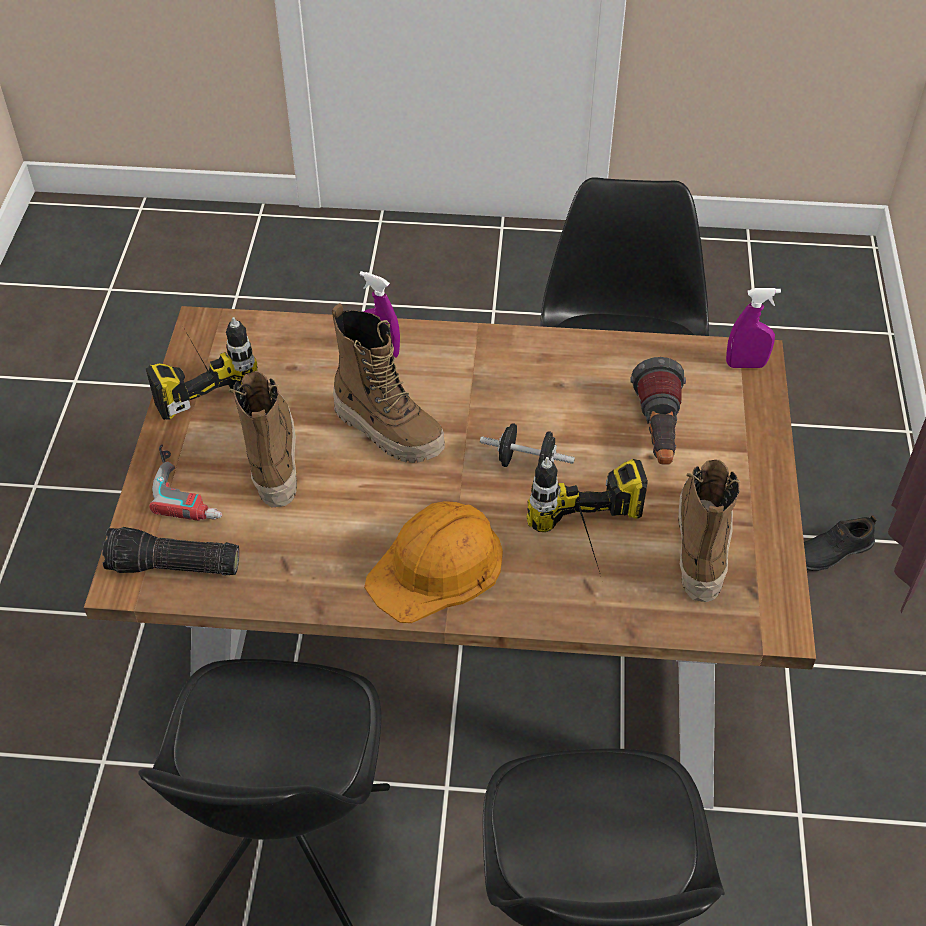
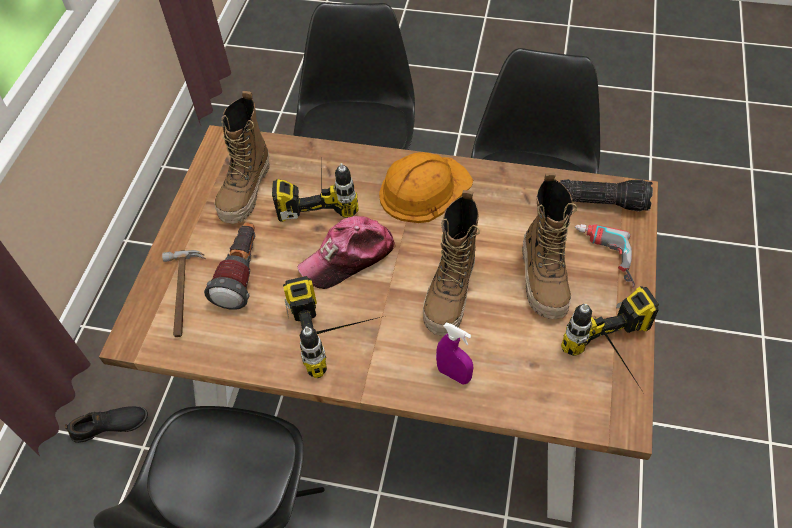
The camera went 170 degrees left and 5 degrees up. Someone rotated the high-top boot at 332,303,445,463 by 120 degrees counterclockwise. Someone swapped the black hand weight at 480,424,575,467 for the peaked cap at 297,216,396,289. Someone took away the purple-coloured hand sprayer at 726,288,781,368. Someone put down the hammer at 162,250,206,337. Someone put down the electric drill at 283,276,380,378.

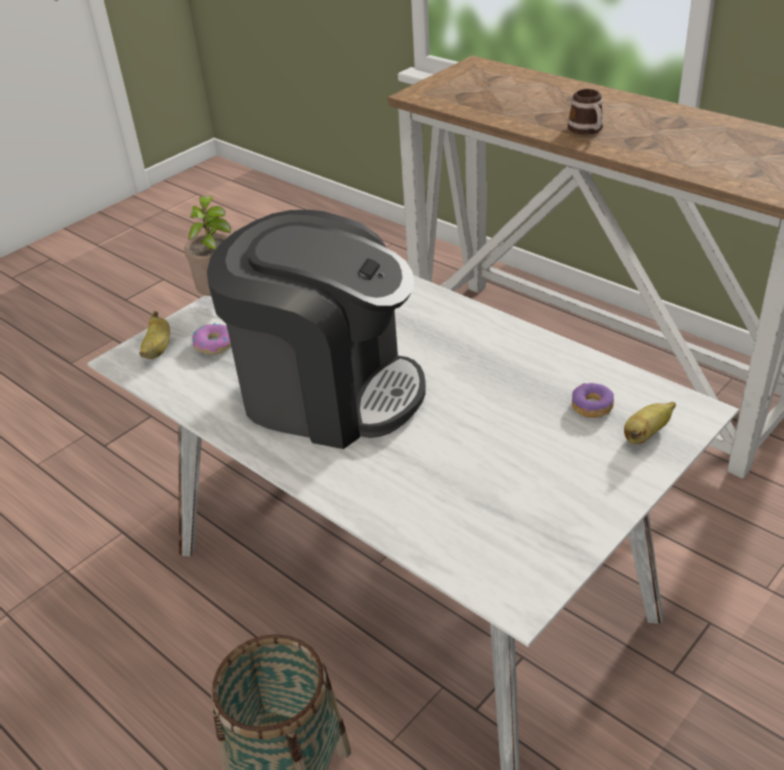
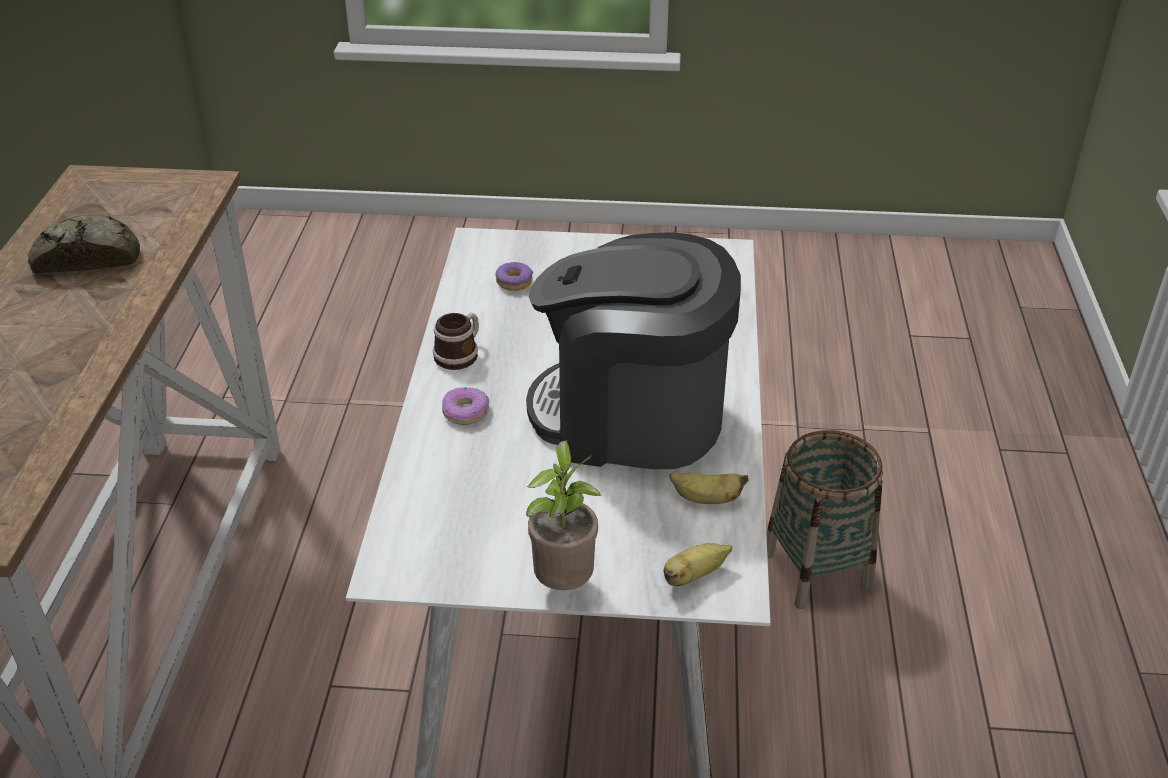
The camera went 130 degrees left and 0 degrees up. Someone carried the donut from 192,323,231,355 to 442,387,489,425. Someone rotated the coffee machine at 207,210,426,449 by 60 degrees counterclockwise. Someone carried the coffee mug from 567,89,604,135 to 433,313,479,370. Someone carried the banana from 624,402,676,444 to 669,473,749,504. Someone put down the baked bread at 28,214,140,274.

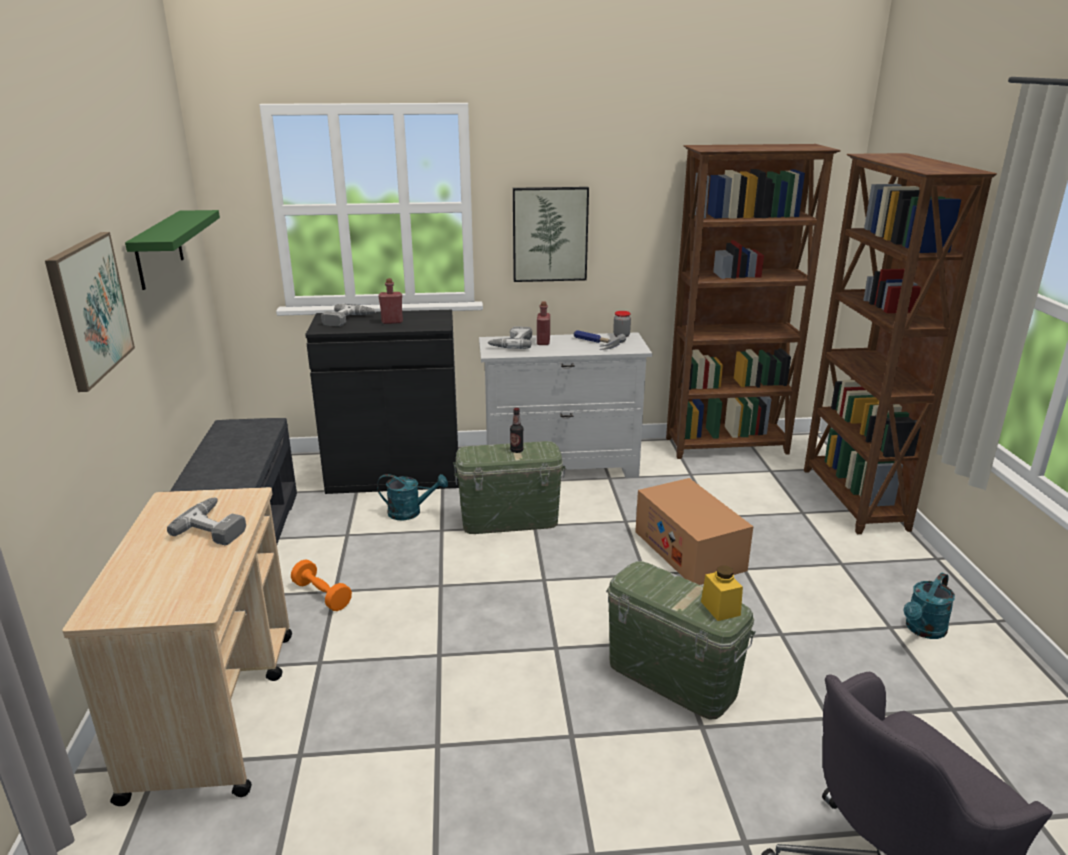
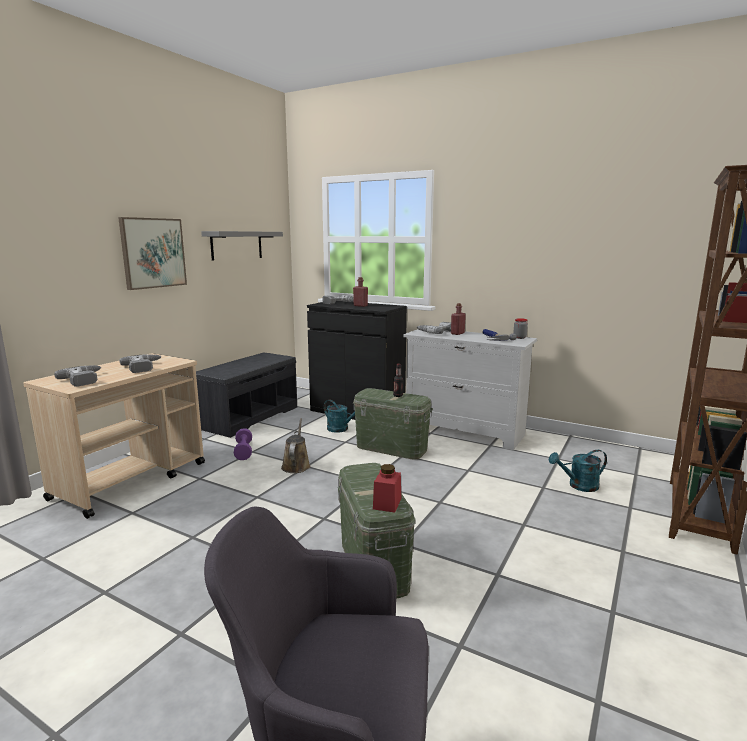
The camera went 35 degrees right and 10 degrees down. Someone repainted the greenish shelf at 125,210,220,290, which became the gray shelf at 201,231,283,261. Someone repainted the orangey hand weight at 291,559,352,611, which became the purple-coloured hand weight at 234,428,252,460. Someone took away the picture at 513,187,589,282. Someone took away the carton at 635,478,753,585. Someone took away the brownish bookshelf at 666,144,841,459. Someone repainted the yellowish preserve jar at 701,565,743,621, which became the red-coloured preserve jar at 373,464,401,513. Someone carried the turquoise-coloured sprinkling can from 904,573,955,639 to 549,450,607,492. Someone put down the electric drill at 54,365,101,387. Someone put down the brownish sprinkling can at 281,418,311,473.

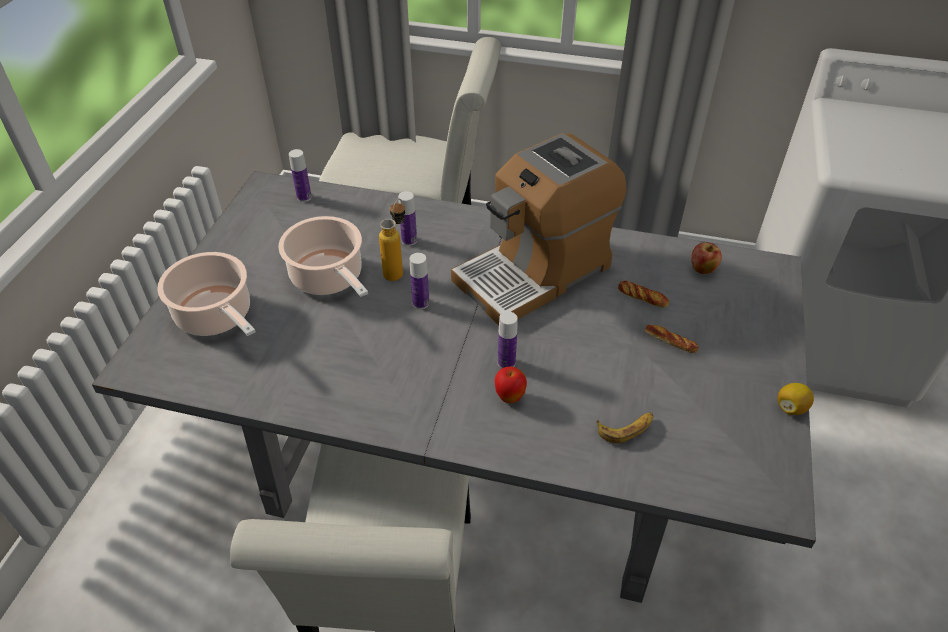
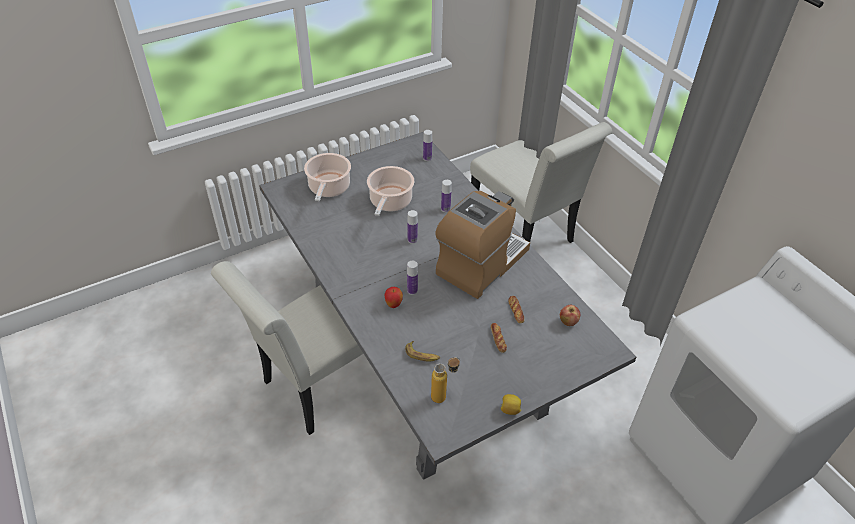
The camera went 45 degrees right and 0 degrees up. Someone carried the drink bottle from 379,199,405,281 to 431,357,460,403. Someone rotated the coffee machine at 451,133,626,325 by 120 degrees clockwise.

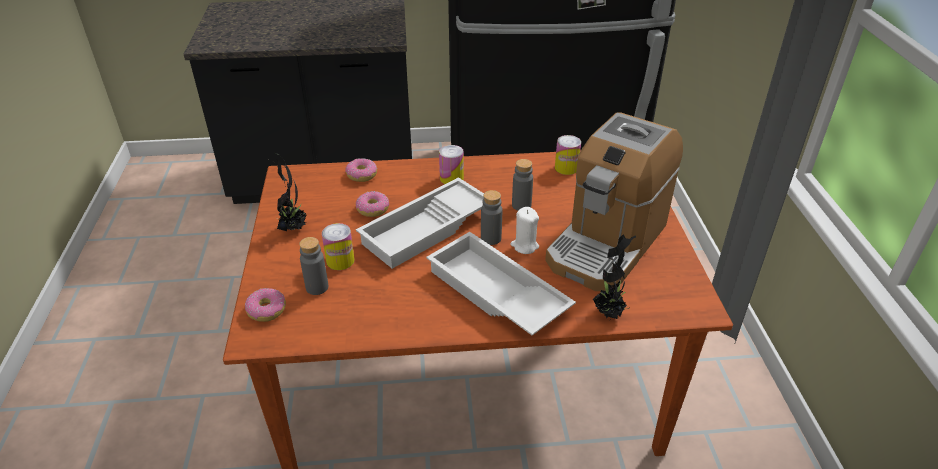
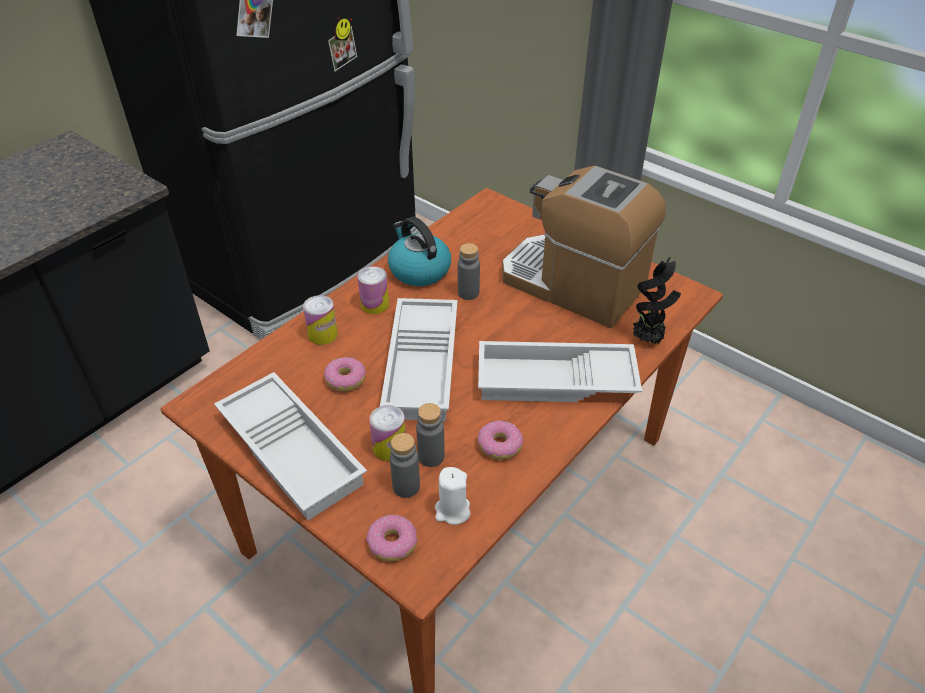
The camera went 45 degrees left and 5 degrees up. Someone swapped the potted plant at 274,152,307,231 for the whitish serving tray at 214,372,367,520. Someone carried the donut from 345,158,377,182 to 477,421,524,460. Someone carried the gray drink bottle from 481,190,502,245 to 416,403,445,467. Someone carried the whitish wax candle from 510,207,539,254 to 435,467,470,525. Someone rotated the coffee machine at 545,112,683,291 by 135 degrees clockwise. Someone carried the metal can from 555,135,581,175 to 303,295,338,345. Someone put down the tea kettle at 388,217,451,286.

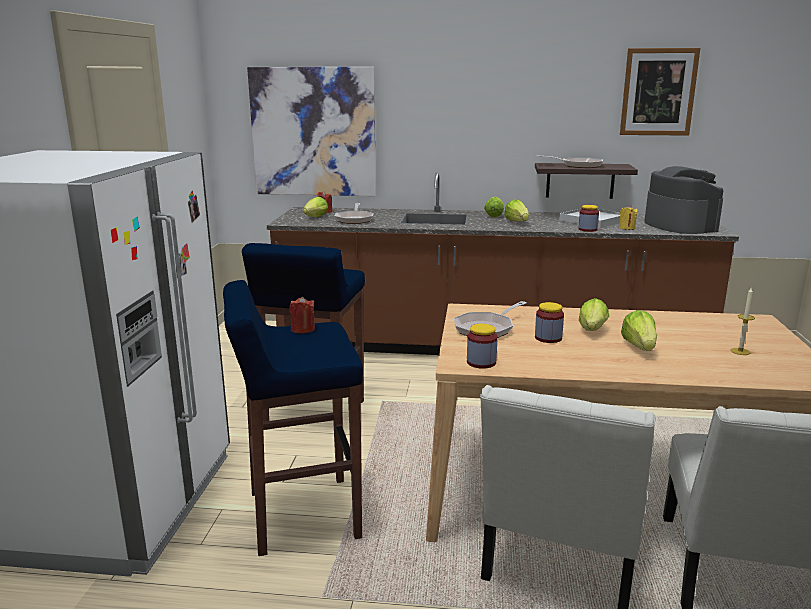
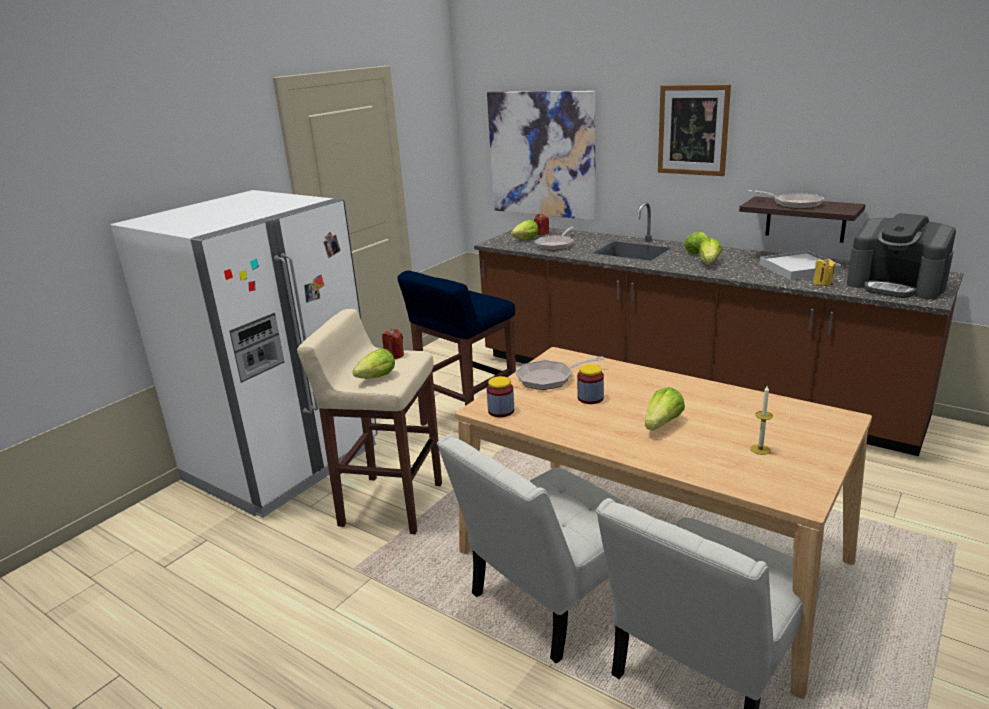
The camera went 30 degrees right and 5 degrees up. Someone repainted the blue sitting stool at 223,280,363,556, which became the sand-coloured sitting stool at 297,309,442,534. Someone took away the preserve jar at 578,205,599,232. Someone carried the head of lettuce from 579,298,609,331 to 352,349,395,379. Someone carried the picture from 620,48,700,136 to 658,84,731,176. Someone rotated the coffee machine at 644,166,723,234 by 120 degrees clockwise.

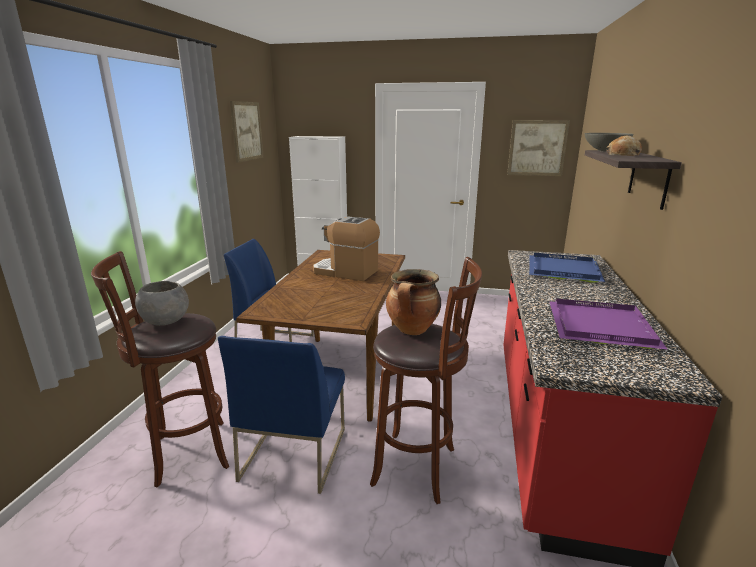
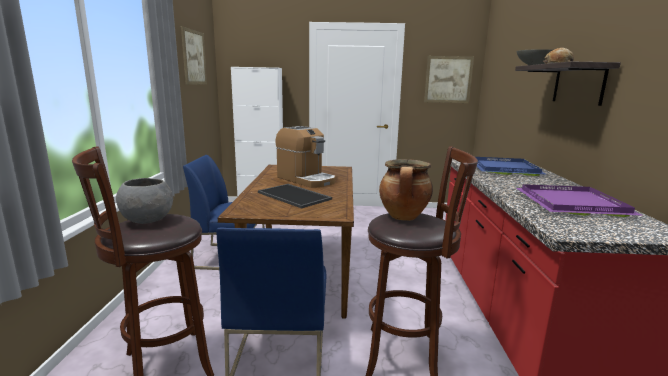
The camera went 10 degrees left and 5 degrees down. Someone rotated the coffee machine at 313,216,380,281 by 150 degrees counterclockwise. Someone put down the serving tray at 258,184,332,209.

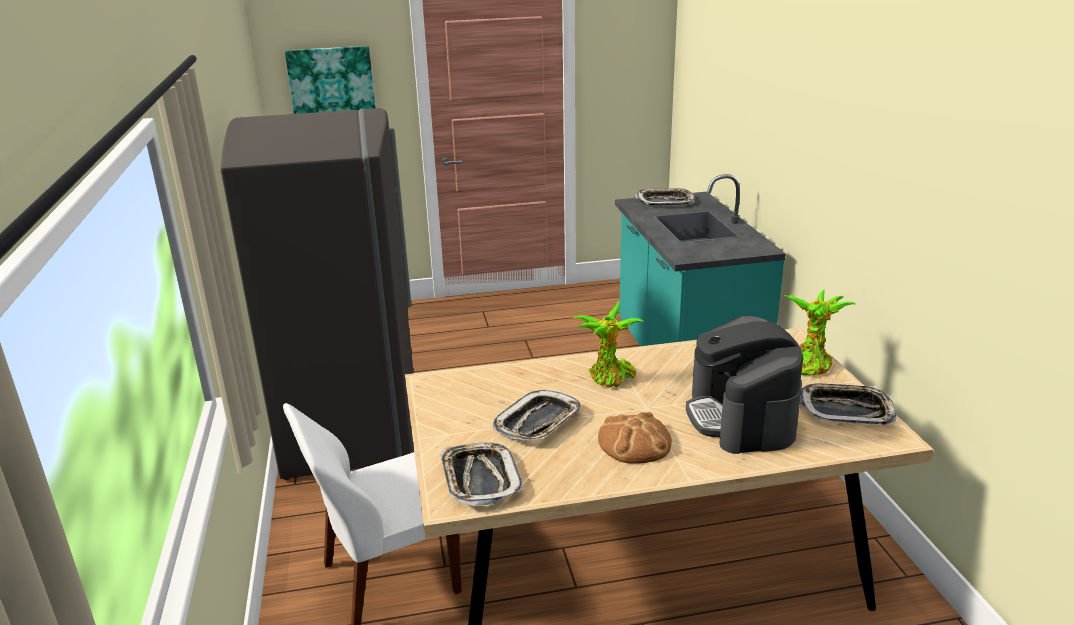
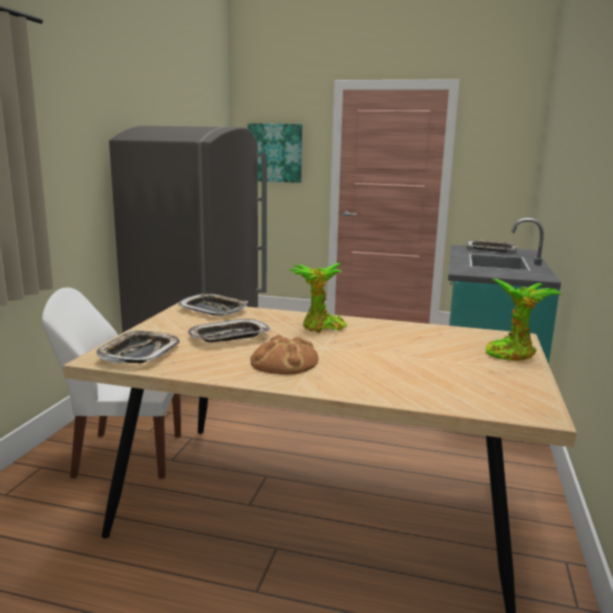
The camera went 25 degrees right and 10 degrees down. Someone took away the coffee machine at 686,316,803,454. Someone carried the serving tray from 800,383,896,425 to 178,293,248,316.

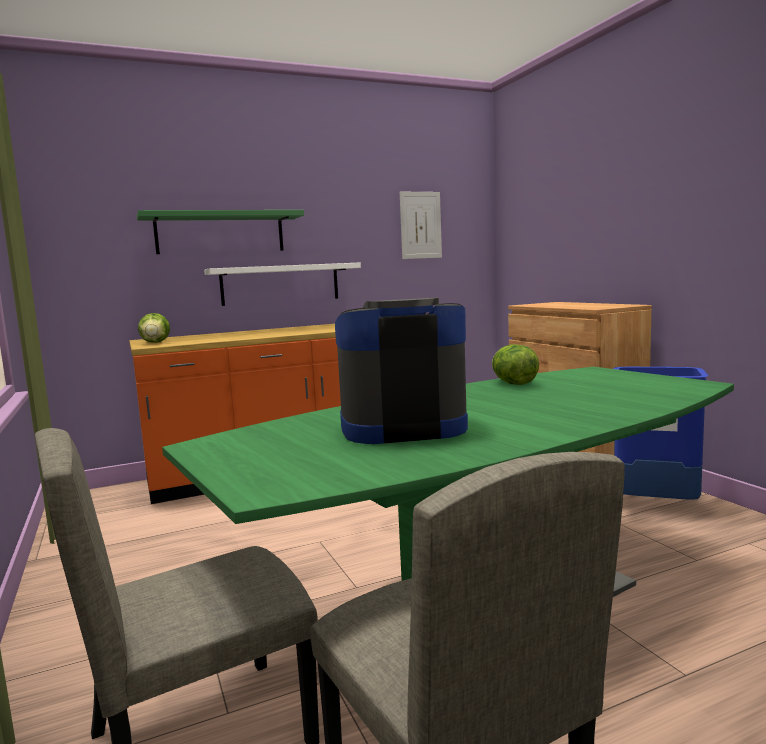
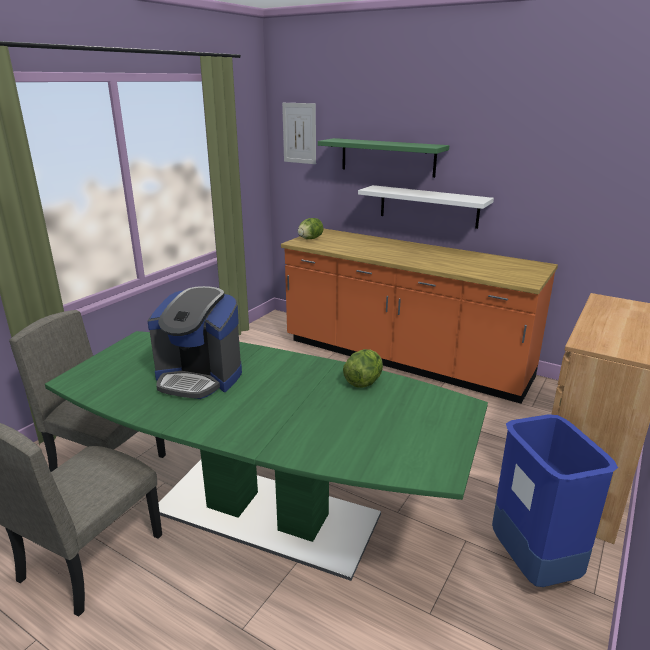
The camera went 55 degrees right and 15 degrees up. Someone rotated the coffee machine at 335,297,468,444 by 150 degrees clockwise. Someone carried the picture from 400,192,442,259 to 282,103,316,164.

